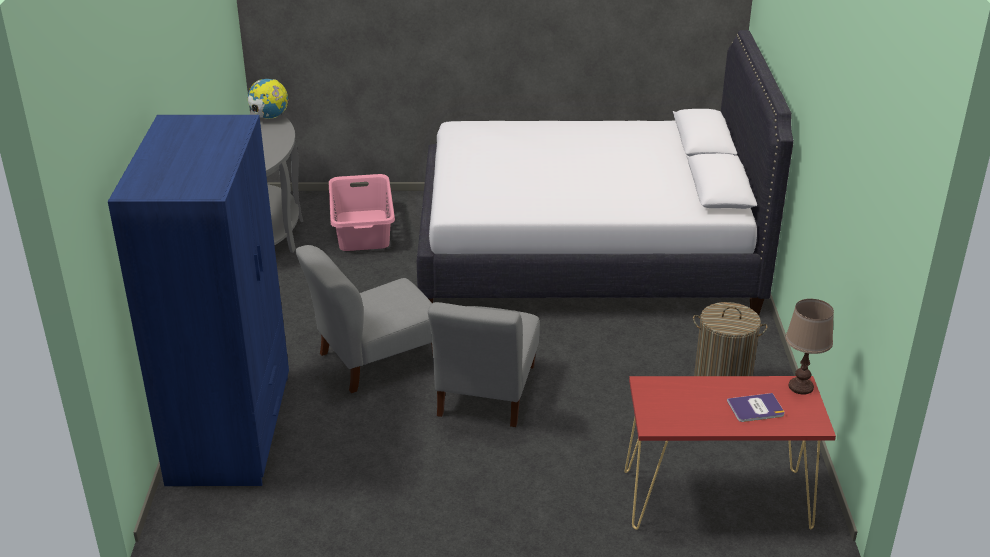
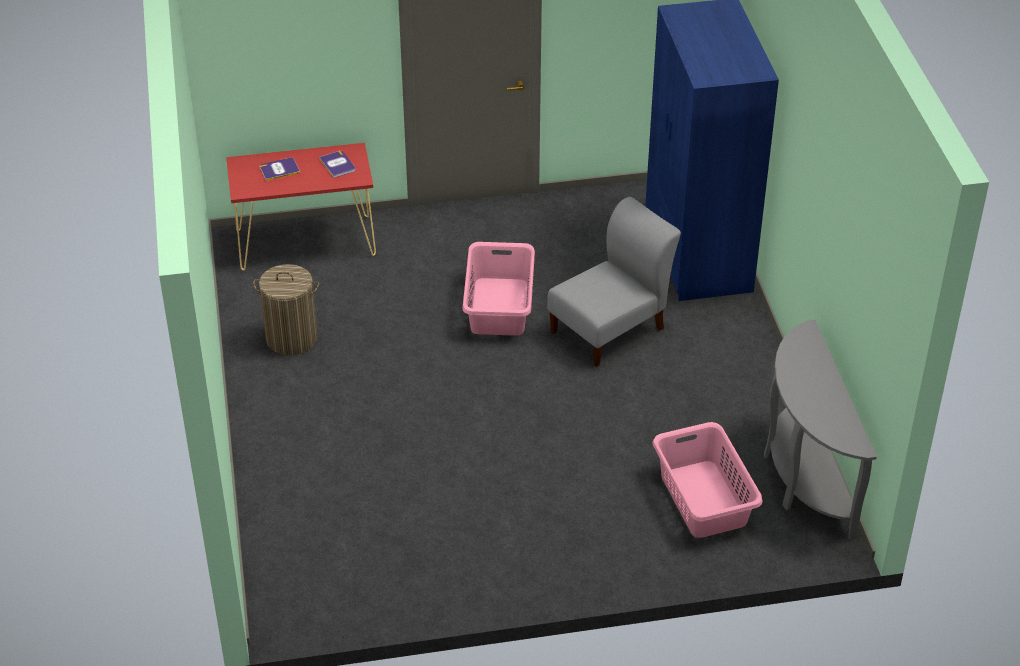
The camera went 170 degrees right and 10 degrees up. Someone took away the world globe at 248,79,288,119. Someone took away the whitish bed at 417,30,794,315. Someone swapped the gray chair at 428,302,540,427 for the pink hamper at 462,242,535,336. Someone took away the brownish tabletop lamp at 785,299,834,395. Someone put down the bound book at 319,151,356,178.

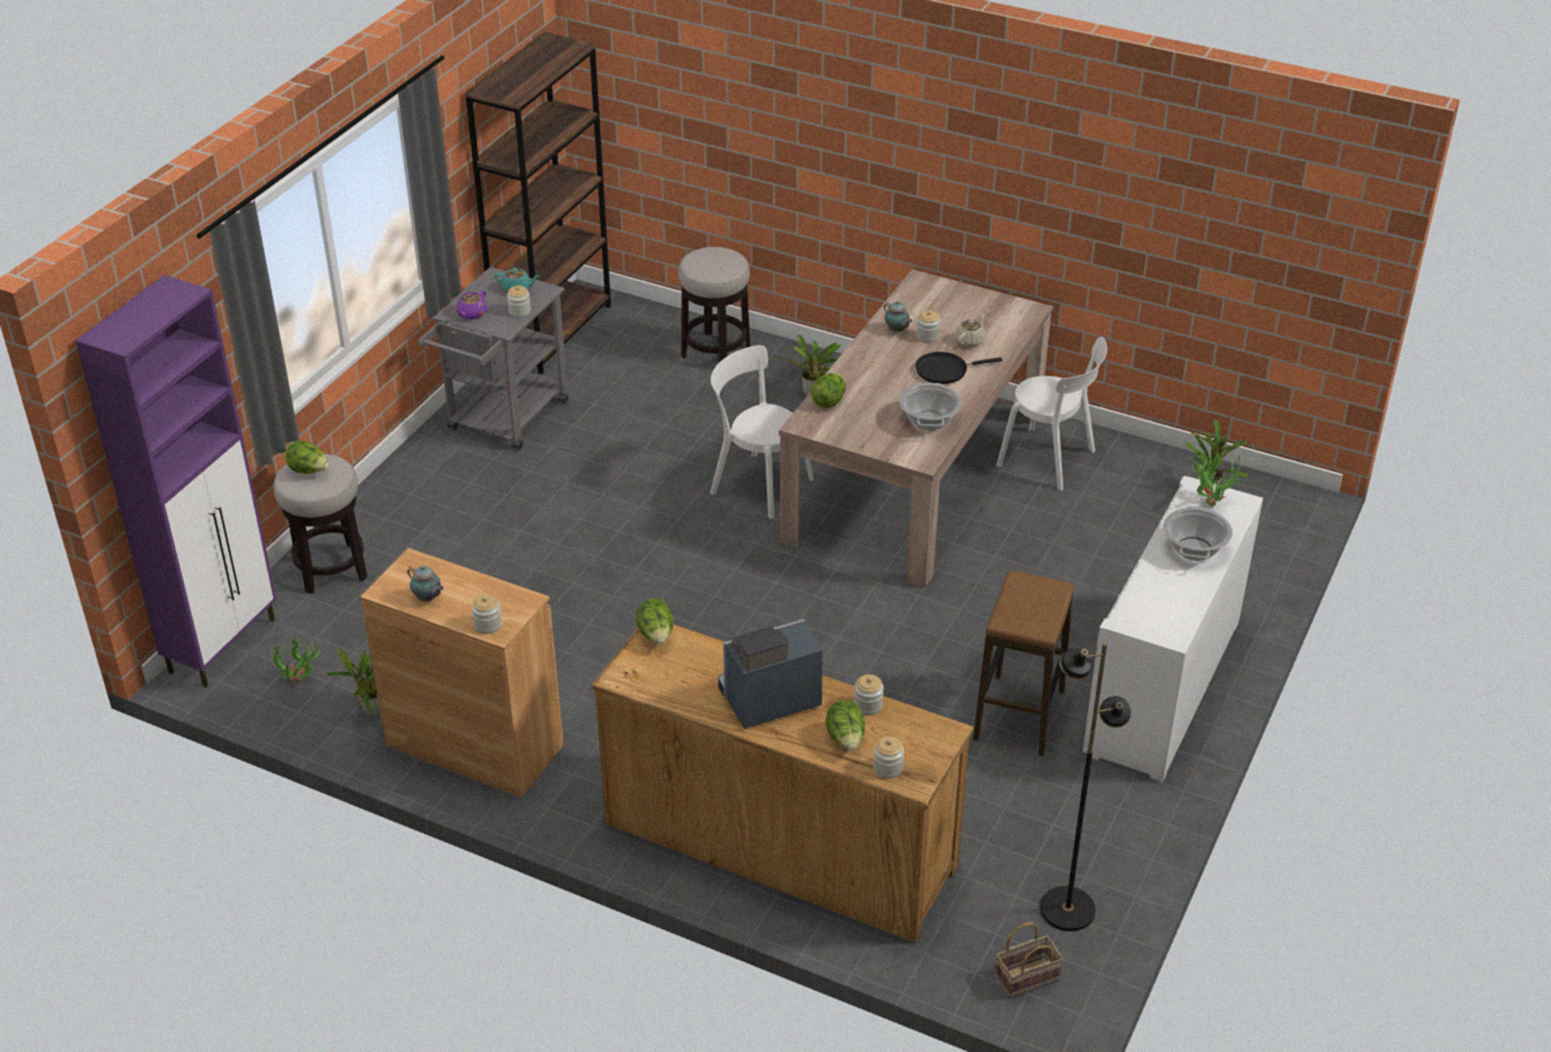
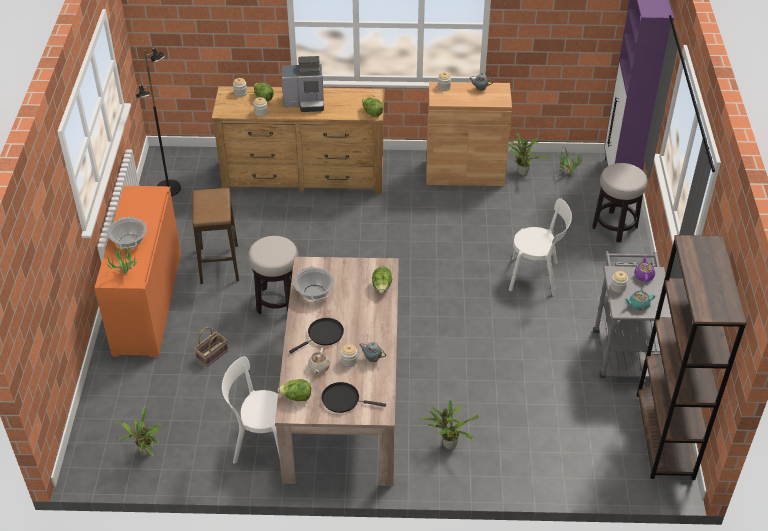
The camera went 155 degrees right and 5 degrees up. Someone carried the head of lettuce from 285,440,329,474 to 278,379,311,401. Someone carried the sitting stool from 678,247,750,363 to 248,236,298,315. Someone carried the whitish chair from 710,345,814,519 to 509,198,572,296. Someone rotated the coffee machine at 718,619,823,729 by 45 degrees clockwise. Someone carried the household basket from 995,922,1063,998 to 194,327,228,367. Someone repainted the whitish storage cabinet at 1083,476,1263,782, which became the orangey storage cabinet at 94,186,181,357. Someone put down the black skillet at 322,382,386,413.

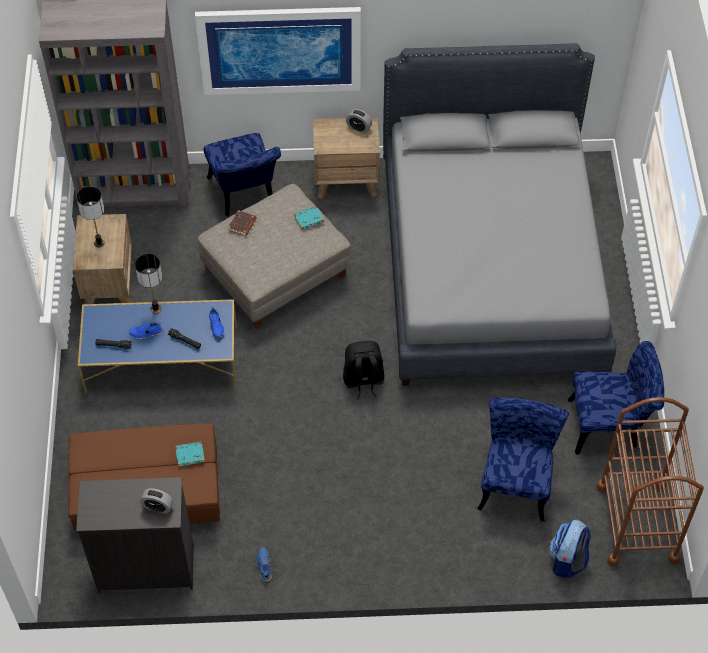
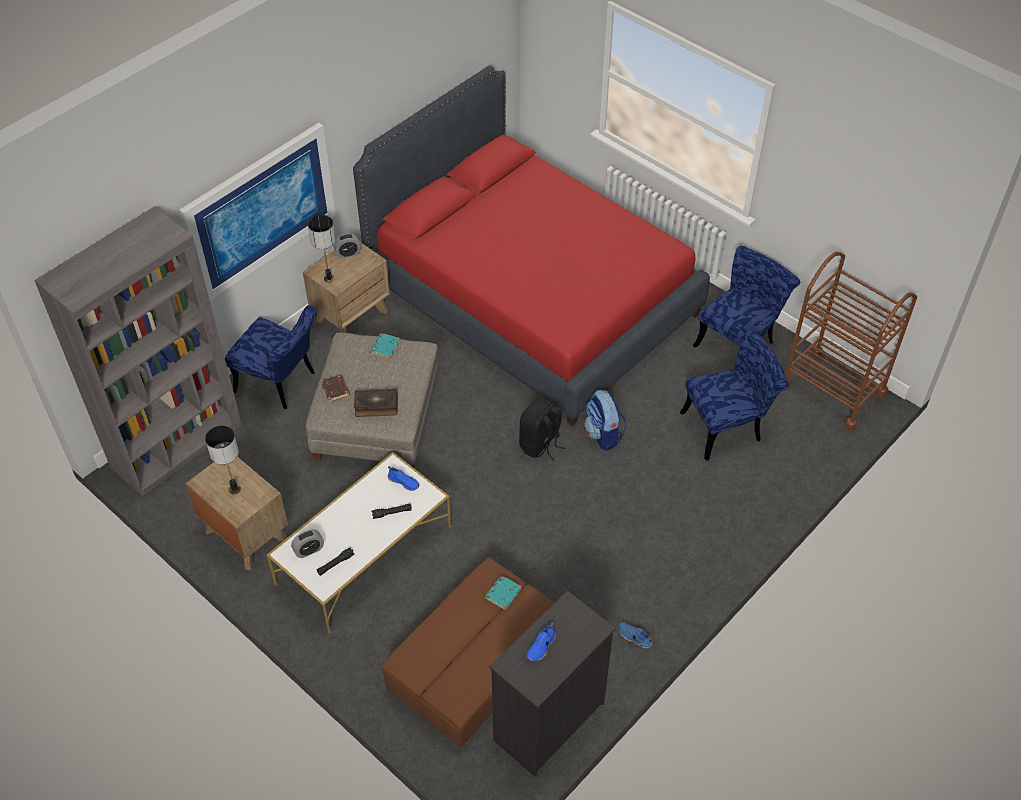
The camera went 45 degrees left and 5 degrees down. Someone repainted the blue coffee table at 78,299,237,393, which became the whitish coffee table at 267,452,451,634. Someone carried the blue shoe from 129,322,163,339 to 526,622,556,661. Someone carried the tabletop lamp from 135,254,162,313 to 308,215,335,283. Someone carried the alarm clock from 140,488,173,514 to 291,529,324,558. Someone repainted the gray bed at 383,43,617,386, which became the red-coloured bed at 353,66,710,426. Someone rotated the blue chair at 477,397,569,522 by 105 degrees clockwise. Someone carried the rucksack from 549,520,591,578 to 584,390,626,451. Someone put down the bound book at 354,389,398,417.

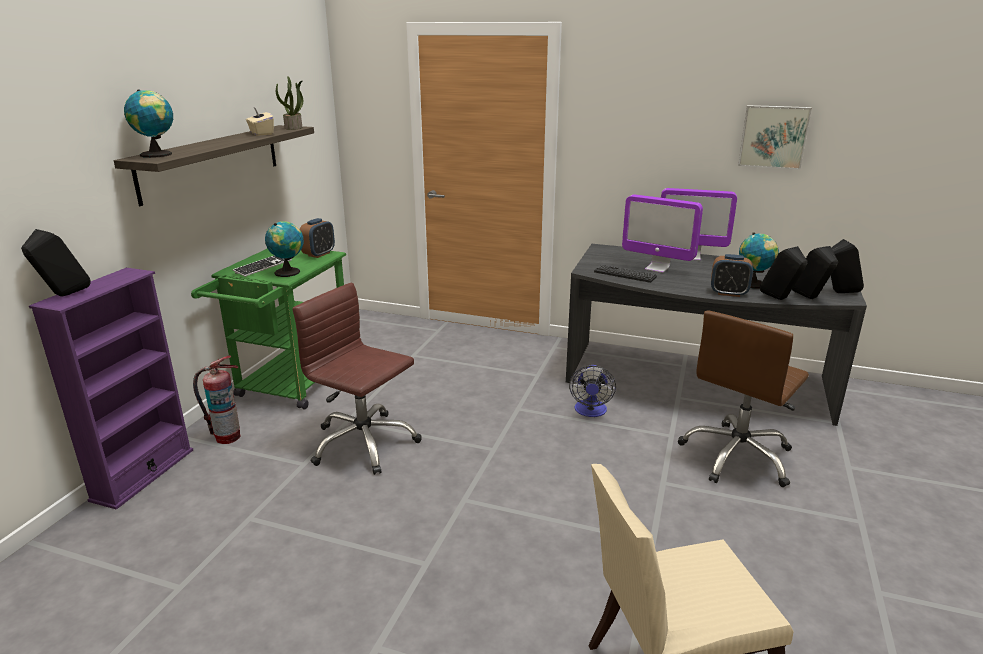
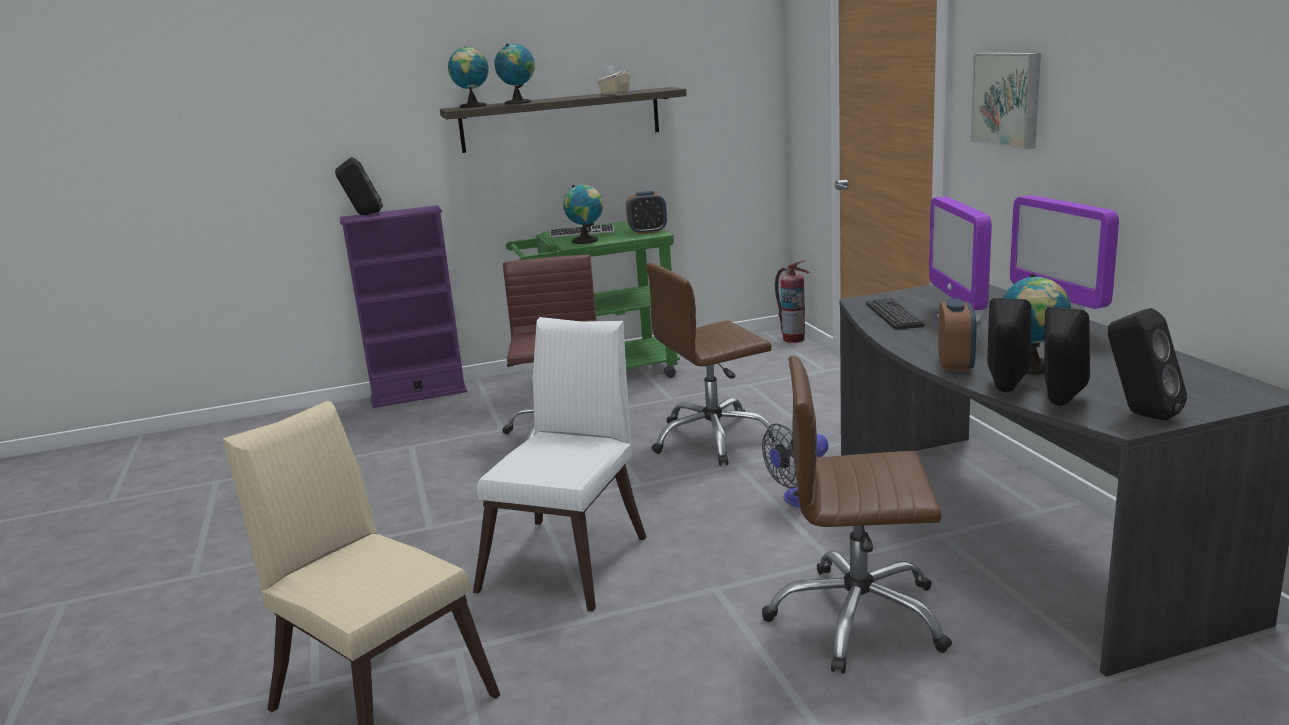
The camera went 55 degrees right and 5 degrees down. Someone carried the fire extinguisher from 193,355,240,444 to 775,260,810,343. Someone took away the potted plant at 276,76,303,130. Someone rotated the alarm clock at 711,254,753,297 by 150 degrees counterclockwise. Someone carried the picture from 738,105,812,170 to 971,53,1041,150. Someone put down the whitish chair at 473,317,646,612. Someone put down the world globe at 495,44,535,104. Someone put down the brownish desk chair at 646,263,775,466.

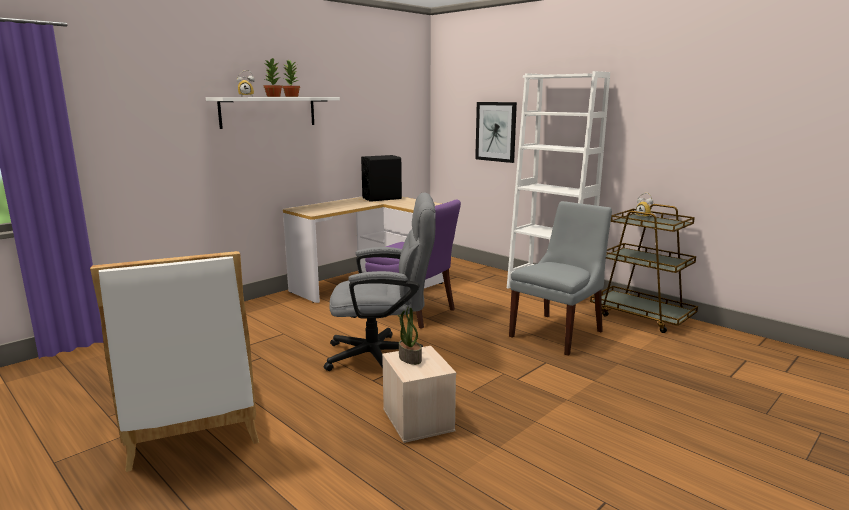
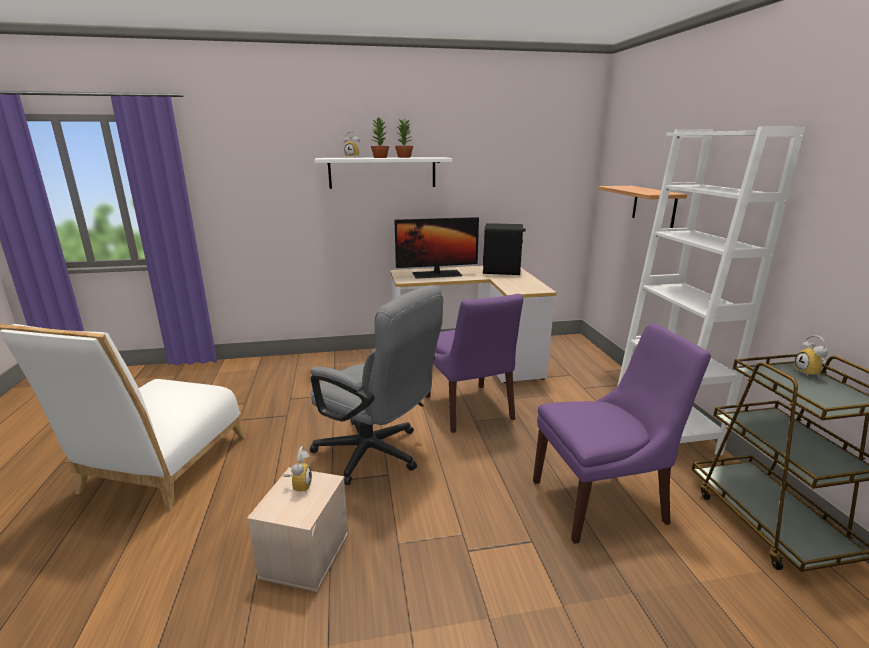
The camera went 35 degrees right and 5 degrees up. Someone swapped the potted plant at 397,307,422,365 for the alarm clock at 283,446,312,492. Someone swapped the picture at 475,102,517,163 for the shelf at 598,186,687,228. Someone repainted the gray chair at 509,201,612,356, which became the purple-coloured chair at 533,323,711,544. Someone put down the monitor at 394,217,479,279.

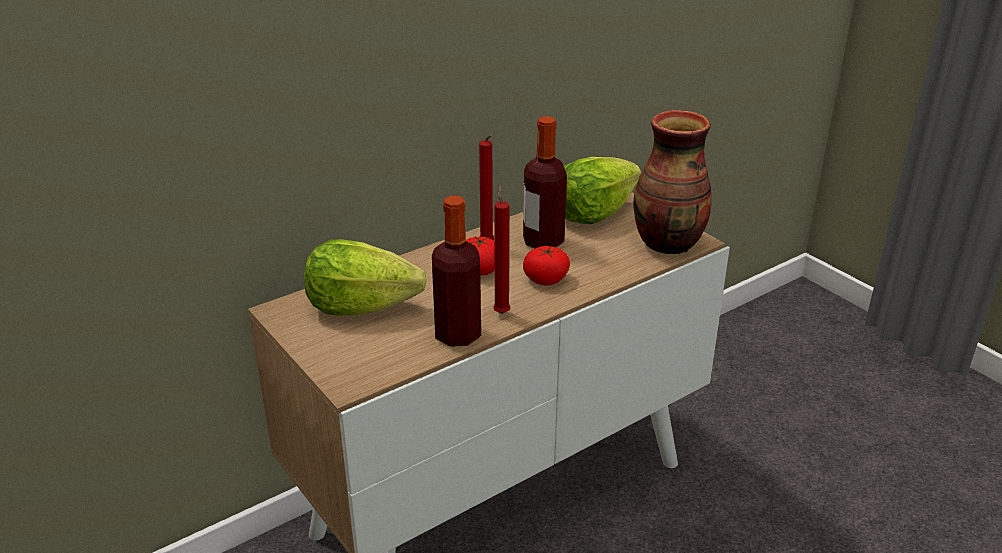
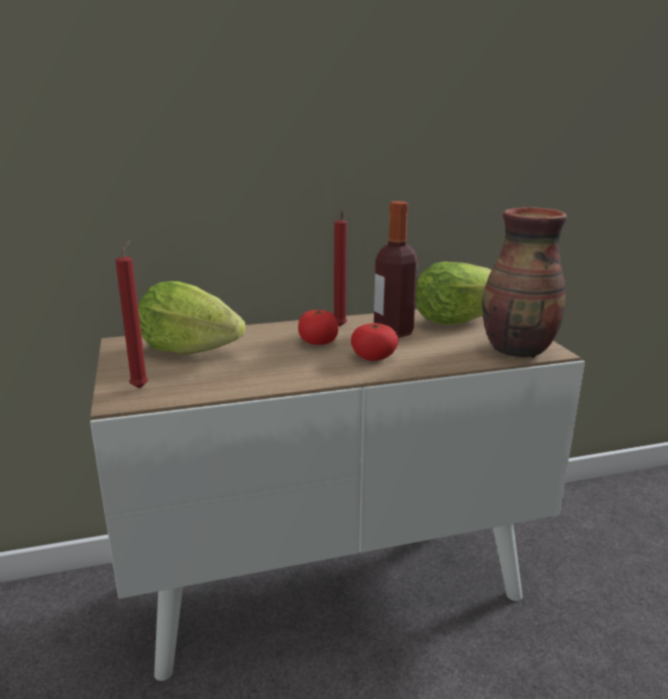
The camera went 20 degrees right and 10 degrees down. Someone took away the drink bottle at 432,196,481,347. Someone carried the red-coloured wax candle from 493,185,511,314 to 115,240,149,388.

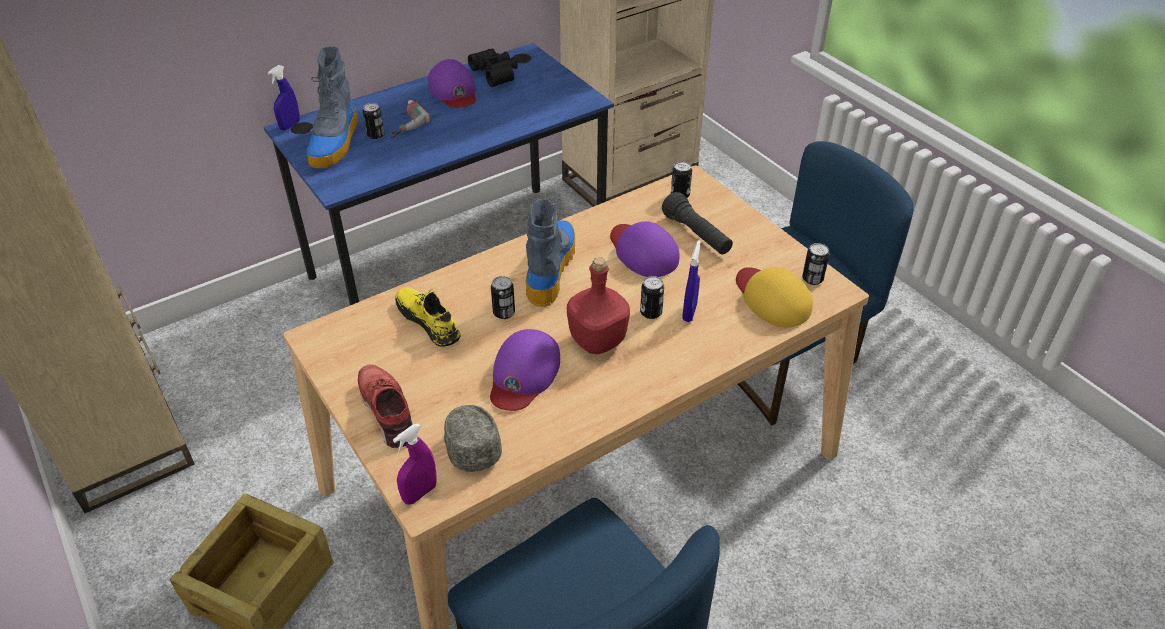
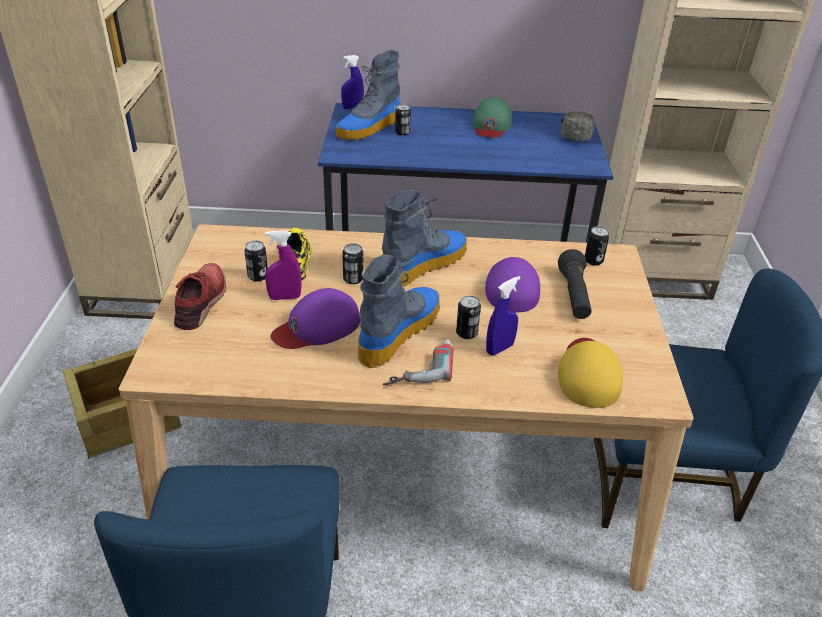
The camera went 35 degrees right and 5 degrees down. Someone carried the electric drill from 391,100,431,139 to 383,339,453,385. Someone carried the purple-coloured hand sprayer from 393,423,437,505 to 265,230,302,300. Someone repainted the purple-coloured peaked cap at 428,59,476,108, which became the greenish peaked cap at 472,97,512,138. Someone carried the gray peaked cap from 444,405,502,472 to 561,111,594,141. Someone took away the black binoculars at 468,48,518,87. Someone swapped the red-coloured drink bottle at 567,257,630,354 for the high-top boot at 358,254,440,368. Someone carried the metal can from 802,243,830,285 to 244,241,268,281.

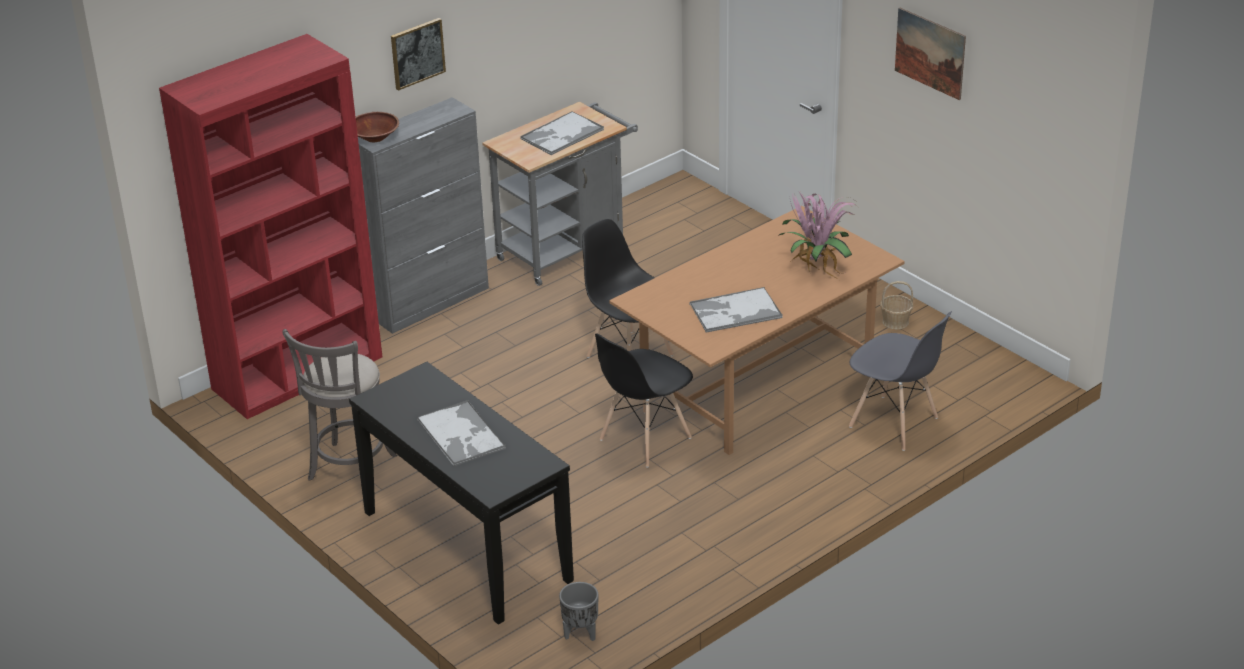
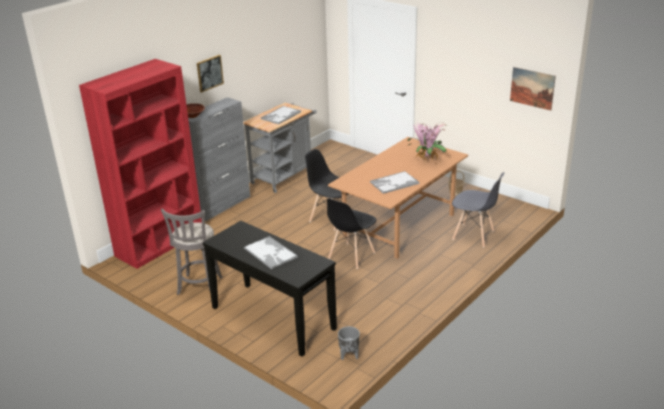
The camera went 10 degrees left and 5 degrees down. Someone carried the picture from 895,8,966,100 to 510,67,556,111.

